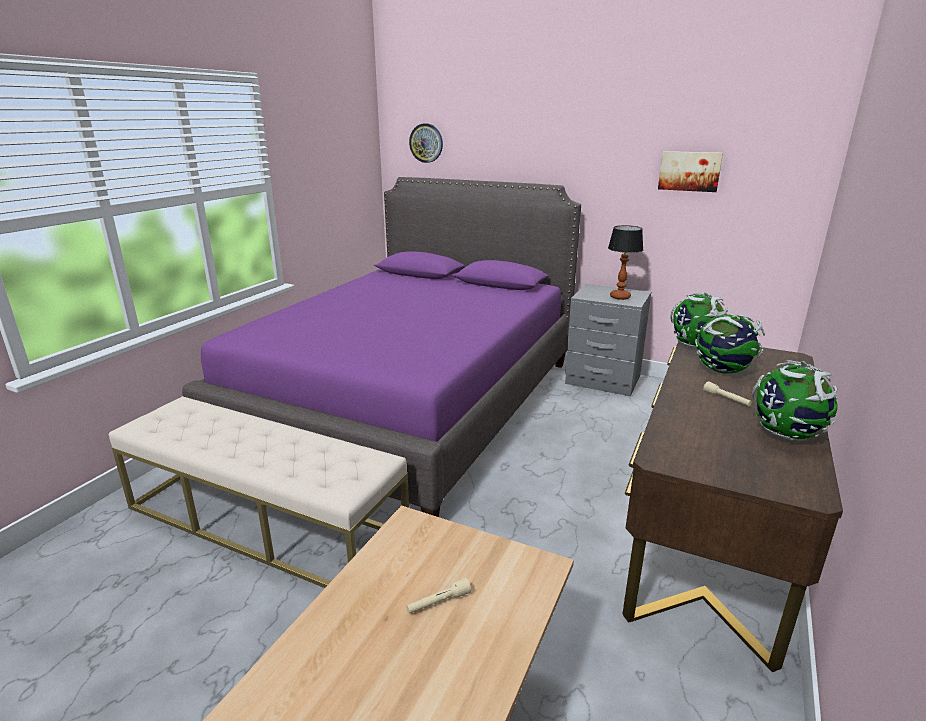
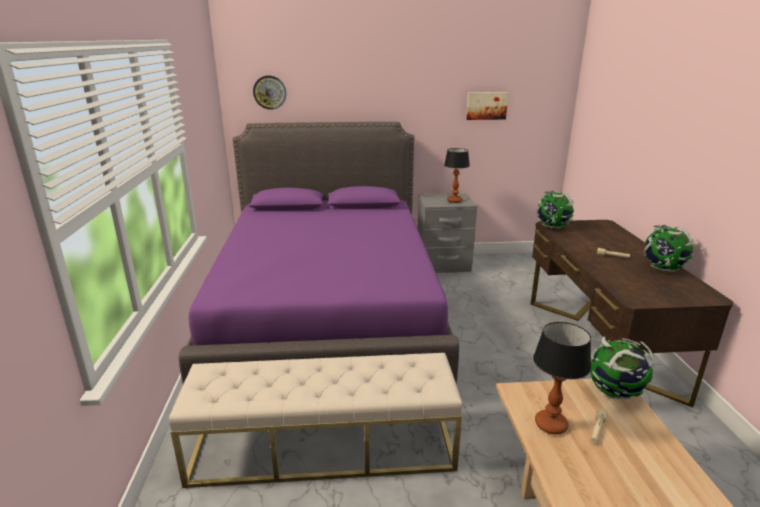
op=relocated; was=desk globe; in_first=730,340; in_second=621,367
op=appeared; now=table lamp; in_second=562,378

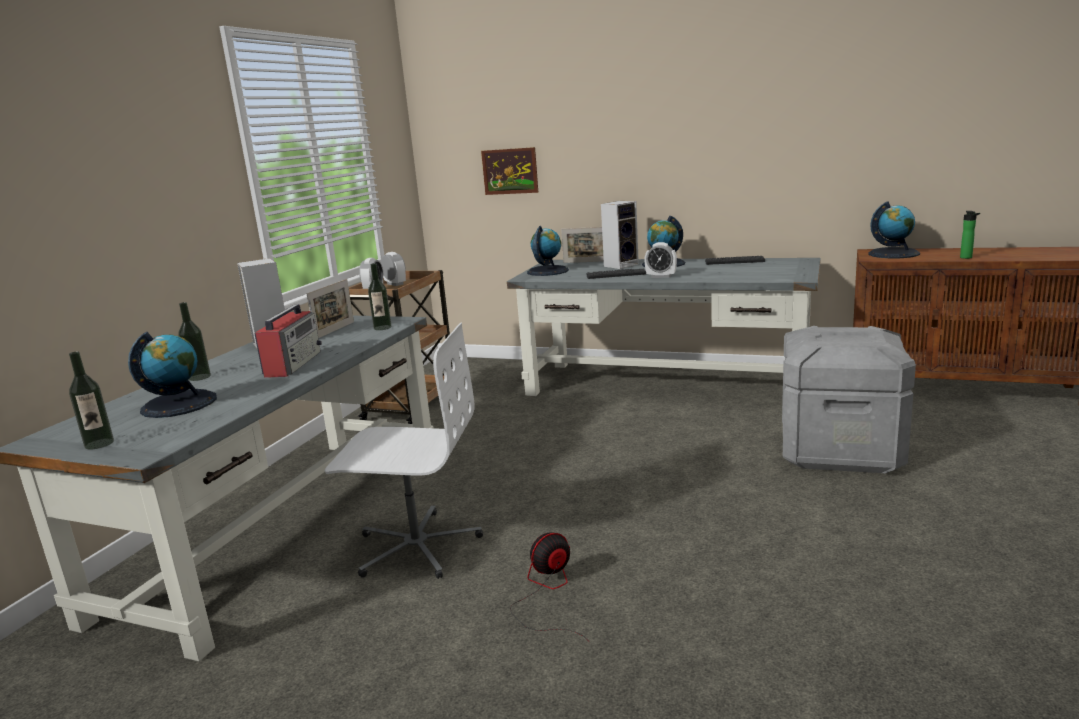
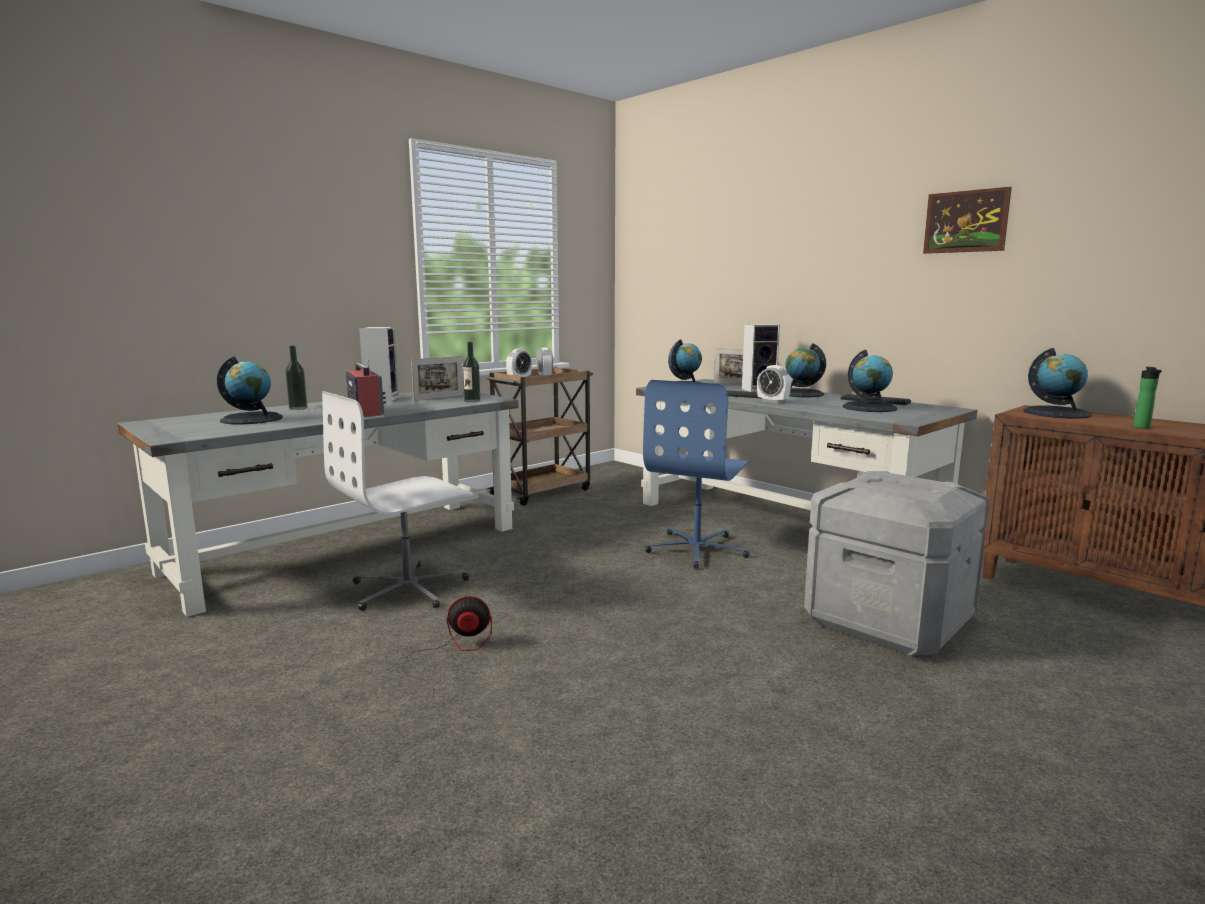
op=relocated; was=picture; in_first=509,171; in_second=967,220
op=spun; was=radio; in_first=288,339; in_second=366,388; clockwise=-60
op=spun; was=computer chair (white); in_first=403,451; in_second=398,501; clockwise=105
op=missing; was=beverage bottle; in_first=91,400
op=appeared; now=desk globe; in_second=870,381
op=appeared; now=computer chair (bluish); in_second=696,474

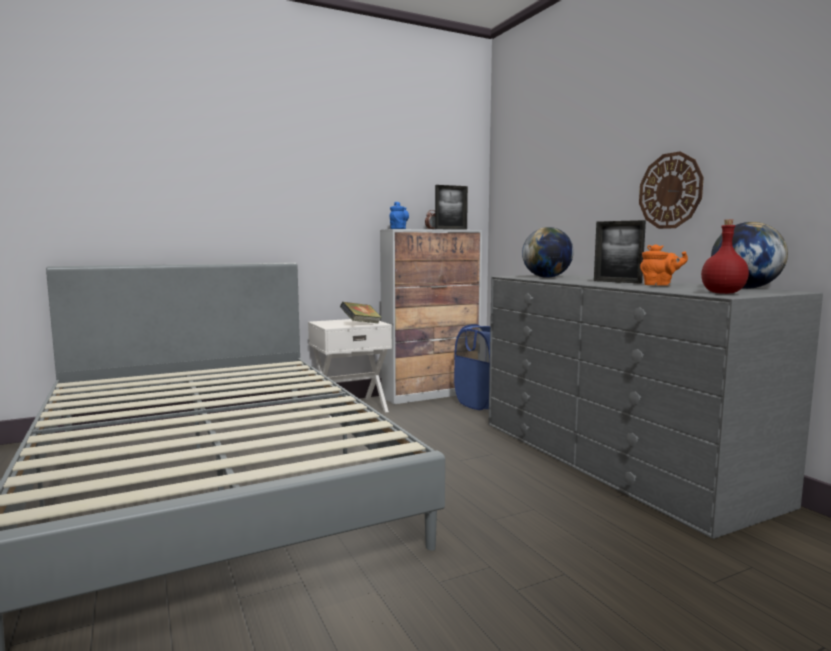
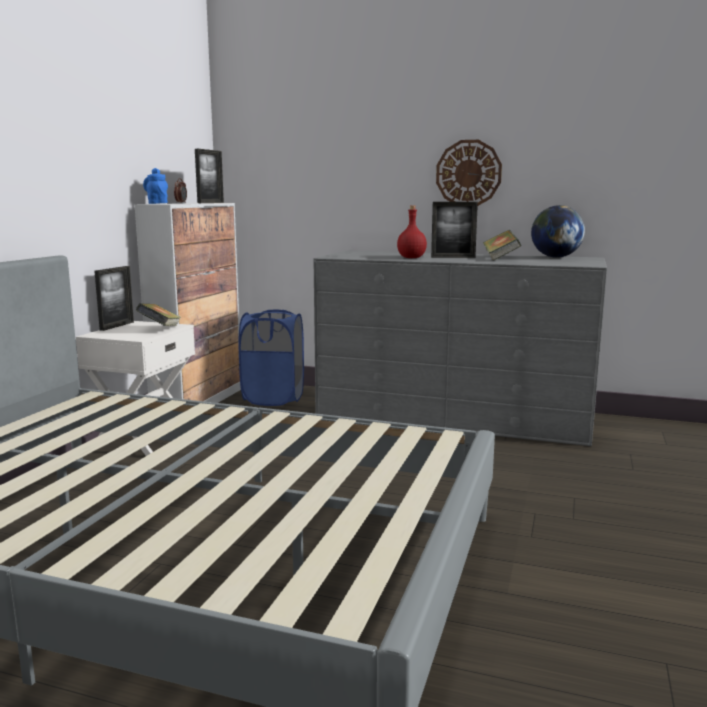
op=relocated; was=beverage bottle (red); in_first=725,256; in_second=412,231
op=missing; was=desk globe; in_first=548,252
op=exchanged; was=tea pot (orange-coloured); now=bound book; in_first=664,265; in_second=502,245
op=appeared; now=standing frame; in_second=114,298

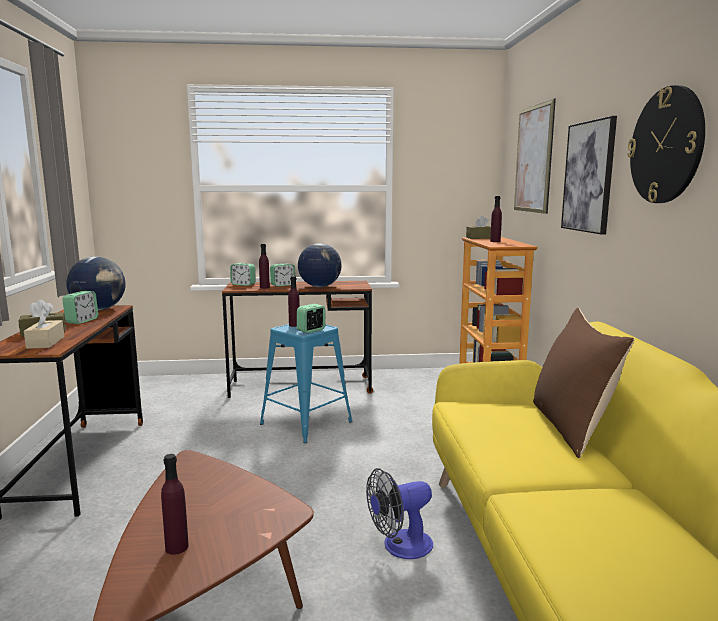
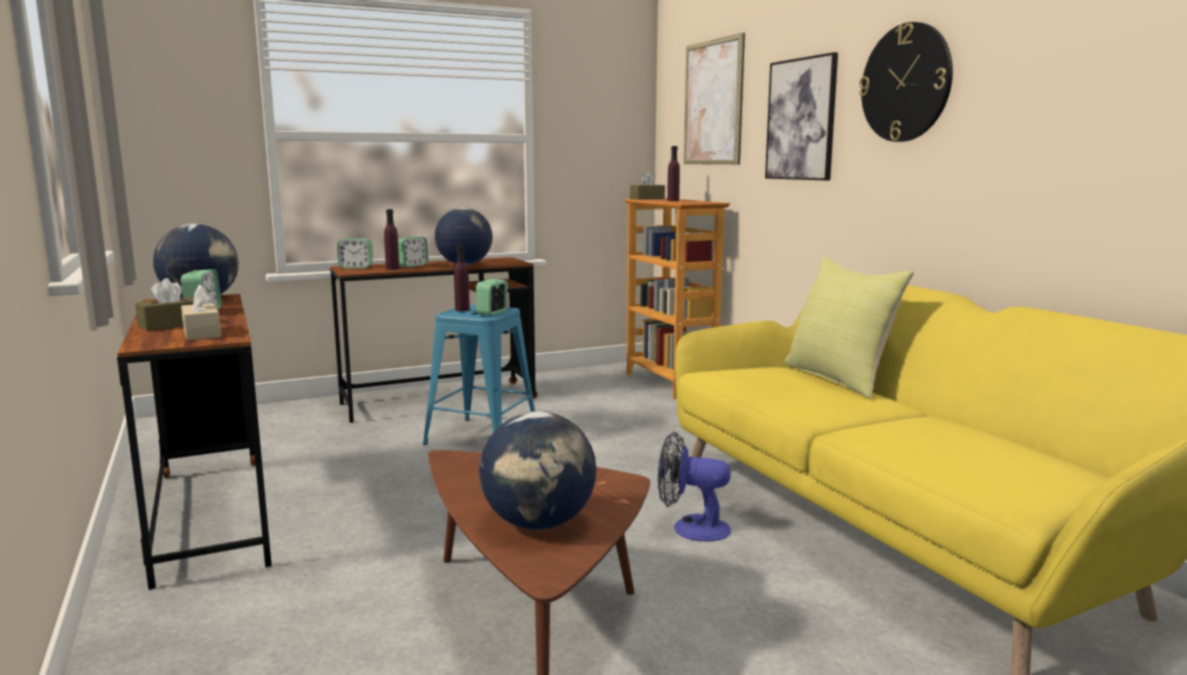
op=colour; was=cushion (brown-coloured); now=cushion (yellow-coloured); in_first=583,383; in_second=849,327
op=exchanged; was=beverage bottle (purple-coloured); now=desk globe; in_first=175,504; in_second=537,470
op=spun; was=electric fan; in_first=399,513; in_second=694,487; clockwise=60

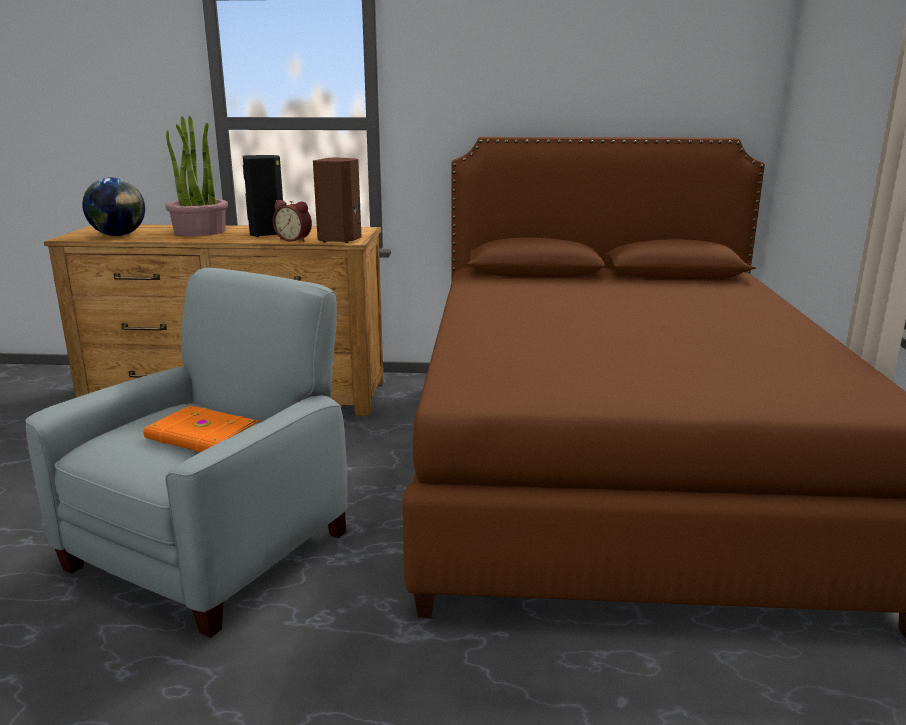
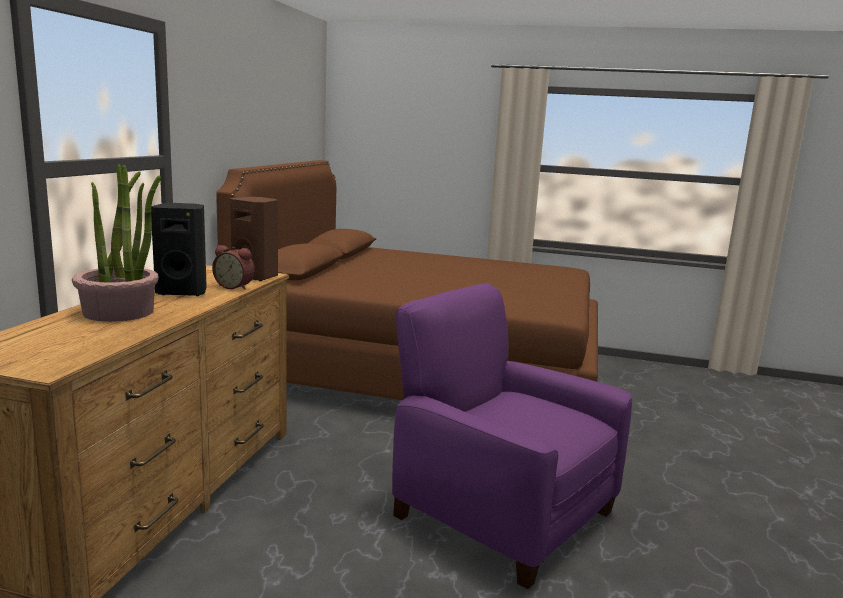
op=missing; was=desk globe; in_first=113,206
op=spun; was=bedside clock; in_first=292,221; in_second=233,267; clockwise=75
op=colour; was=lounge chair (greyish); now=lounge chair (purple-coloured); in_first=187,453; in_second=512,436
op=missing; was=bound book (orange-coloured); in_first=200,429

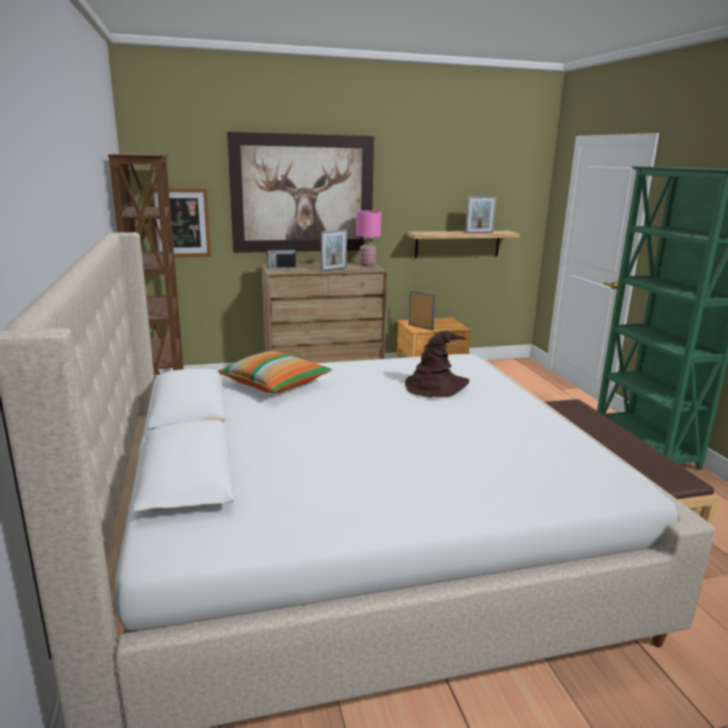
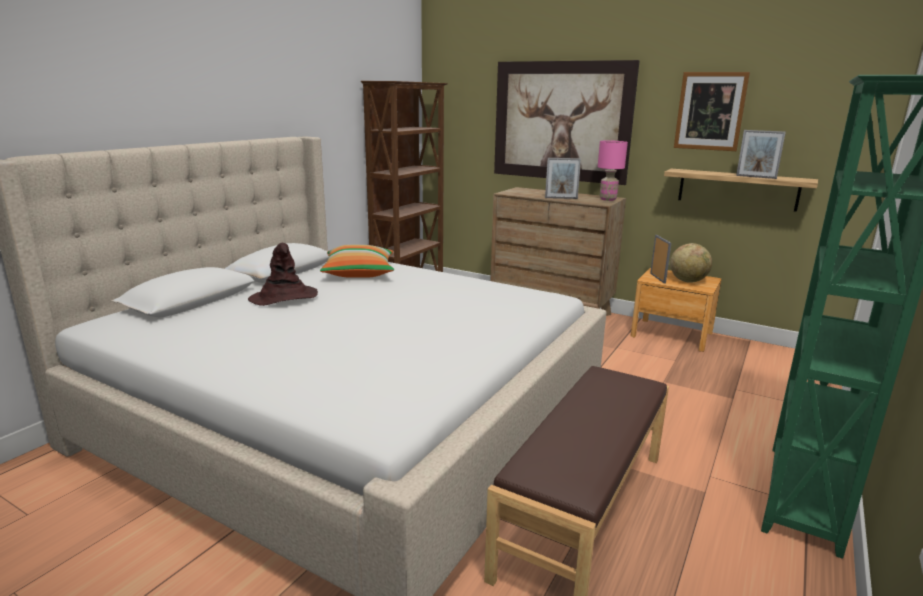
op=relocated; was=picture; in_first=180,222; in_second=712,111
op=missing; was=radio; in_first=281,256
op=relocated; was=hat (brown-coloured); in_first=437,364; in_second=283,274
op=appeared; now=desk globe; in_second=691,263

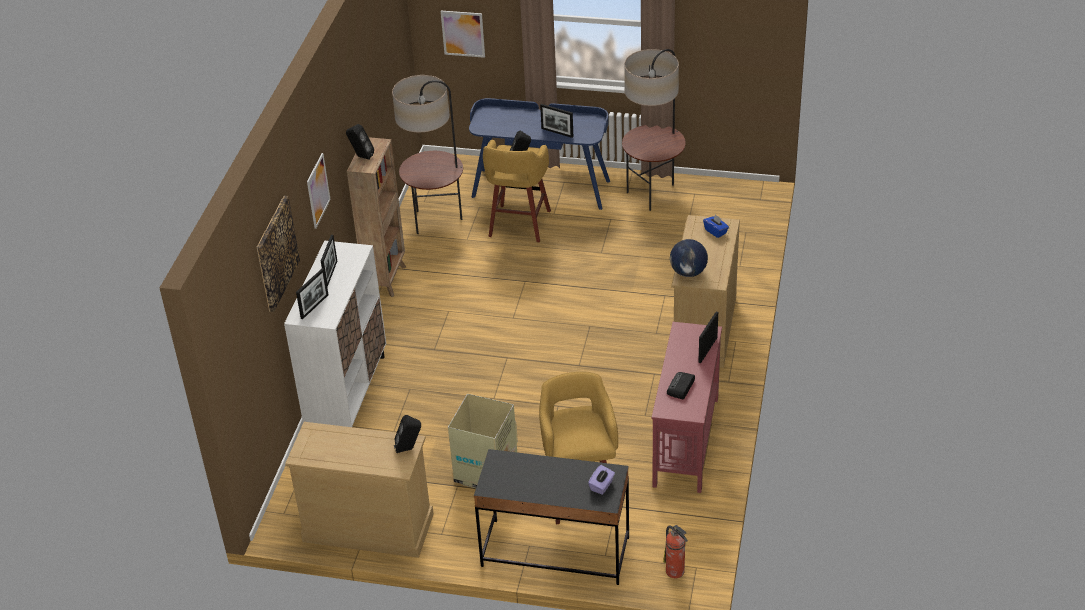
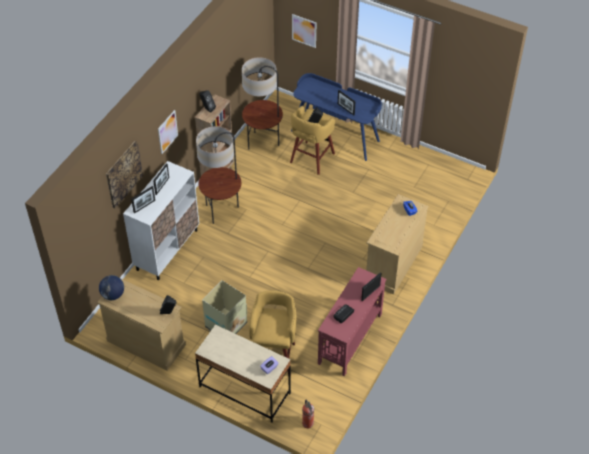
op=relocated; was=standing lamp; in_first=654,130; in_second=218,175
op=relocated; was=desk globe; in_first=689,258; in_second=111,287
op=colour; was=desk (black); now=desk (sand-coloured); in_first=551,517; in_second=243,373

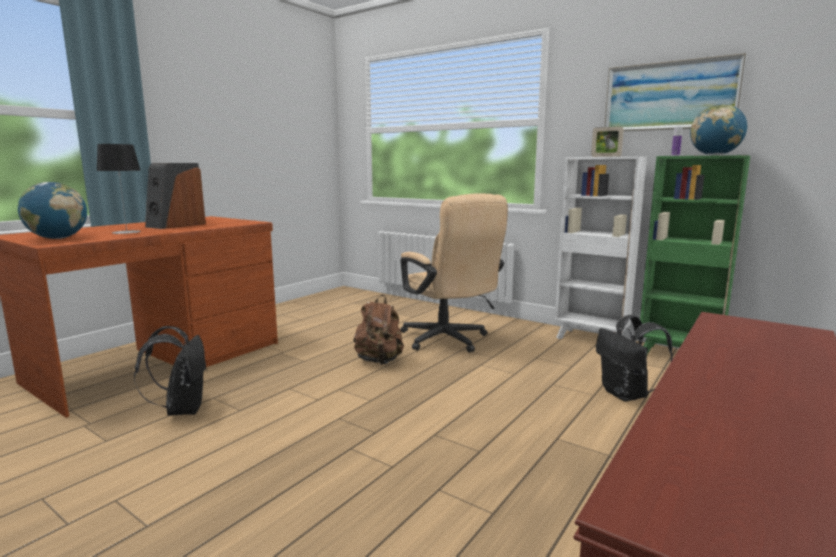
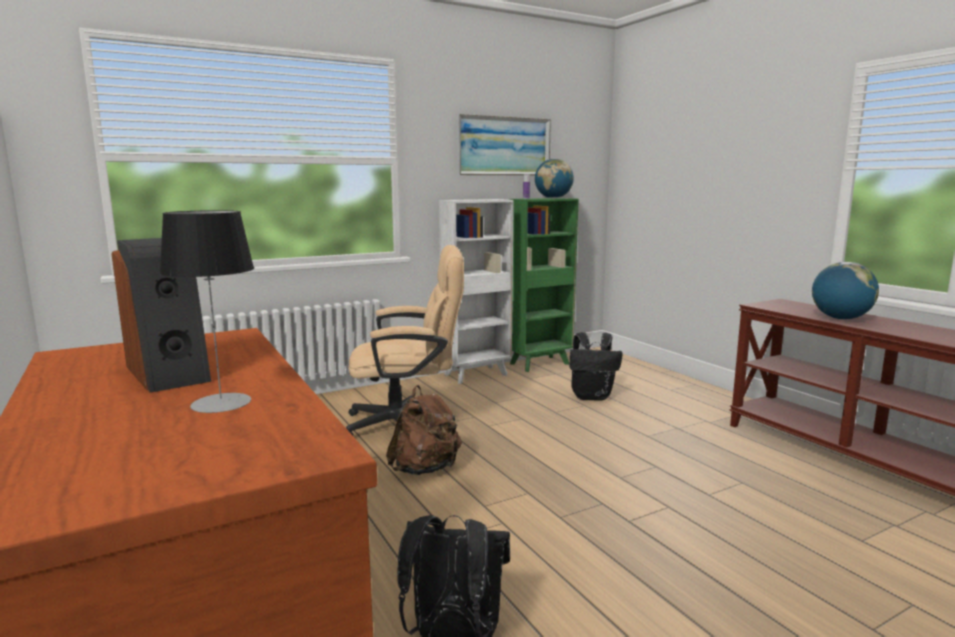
op=missing; was=standing frame; in_first=607,142
op=relocated; was=desk globe; in_first=52,210; in_second=845,290

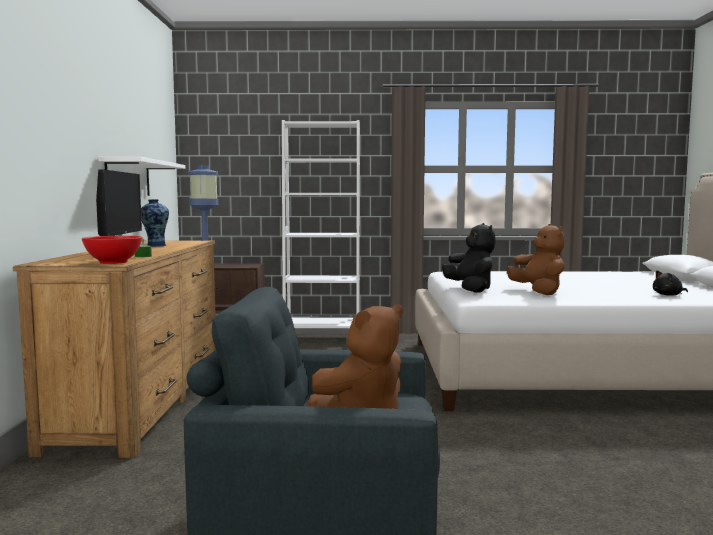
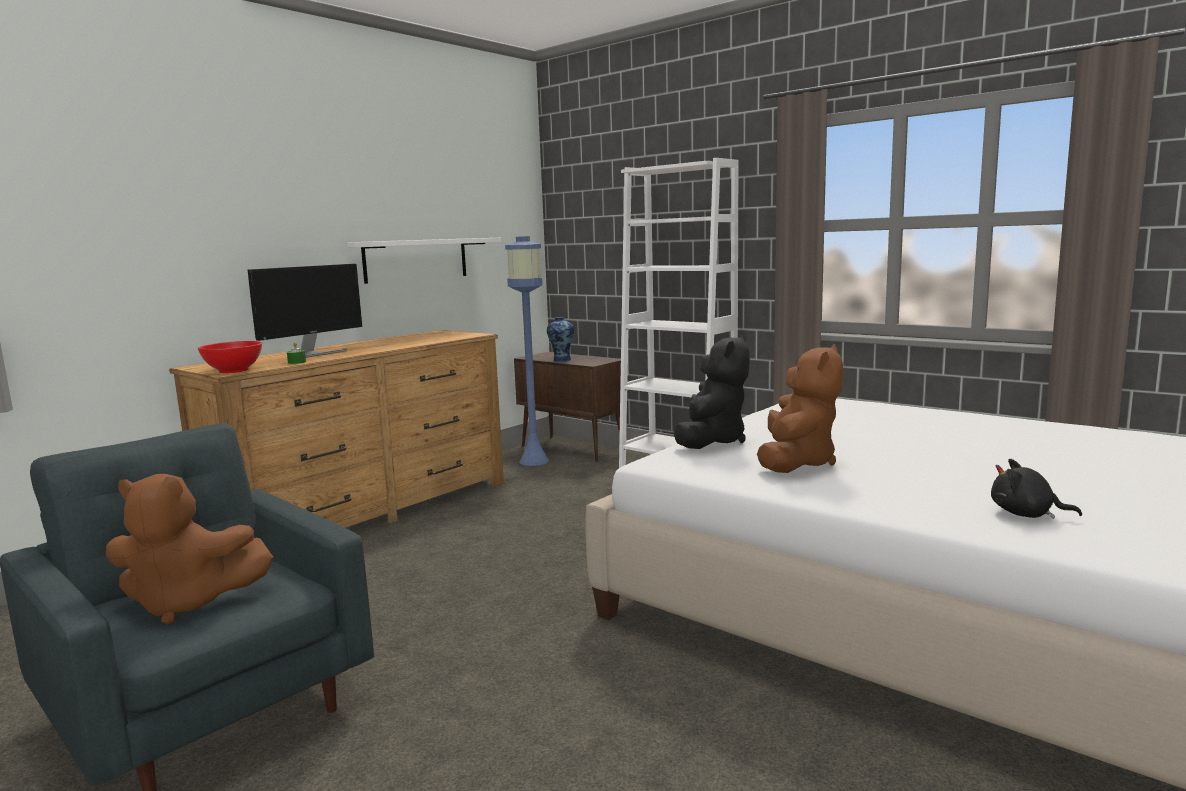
op=relocated; was=flower vase; in_first=155,223; in_second=560,339

